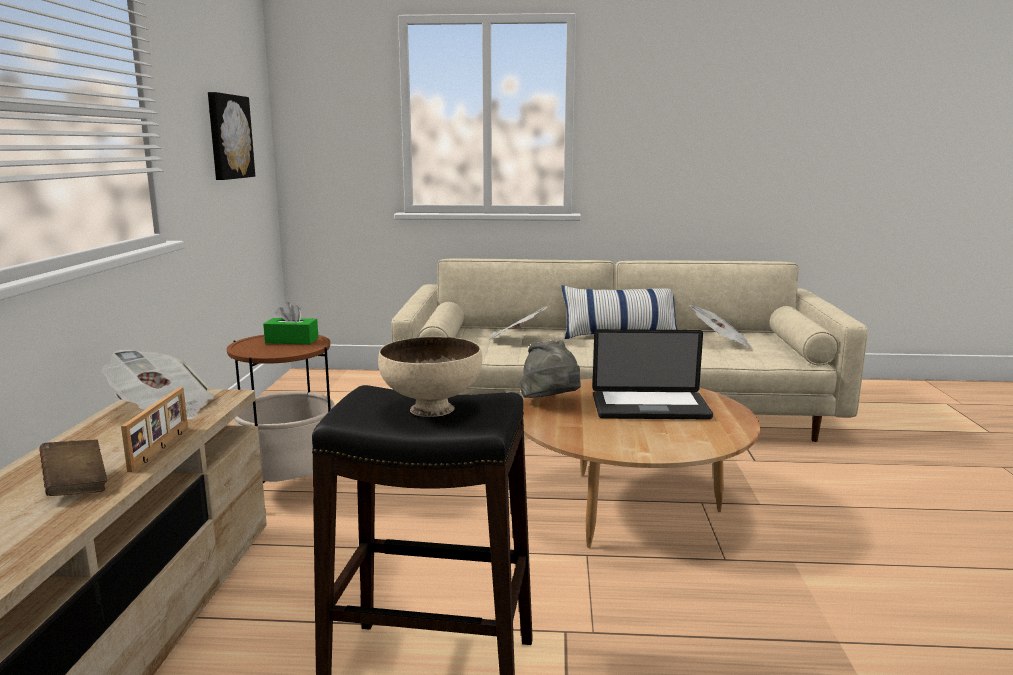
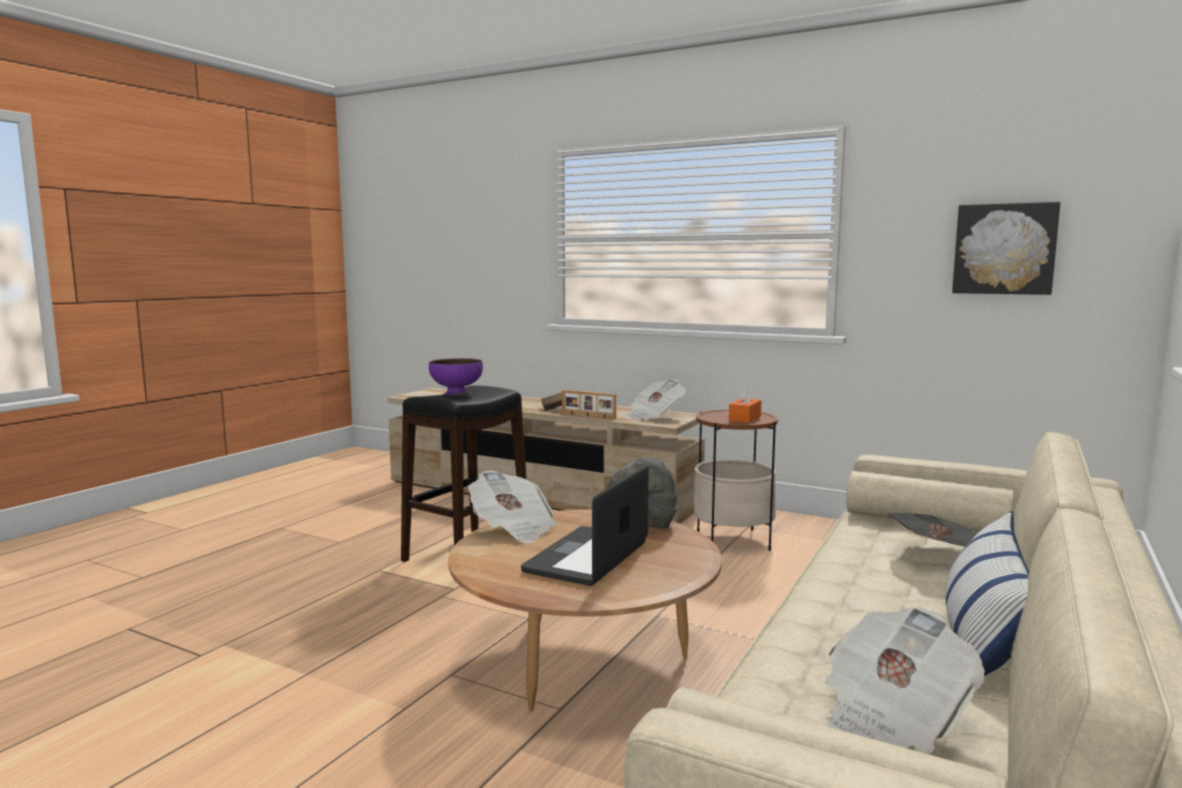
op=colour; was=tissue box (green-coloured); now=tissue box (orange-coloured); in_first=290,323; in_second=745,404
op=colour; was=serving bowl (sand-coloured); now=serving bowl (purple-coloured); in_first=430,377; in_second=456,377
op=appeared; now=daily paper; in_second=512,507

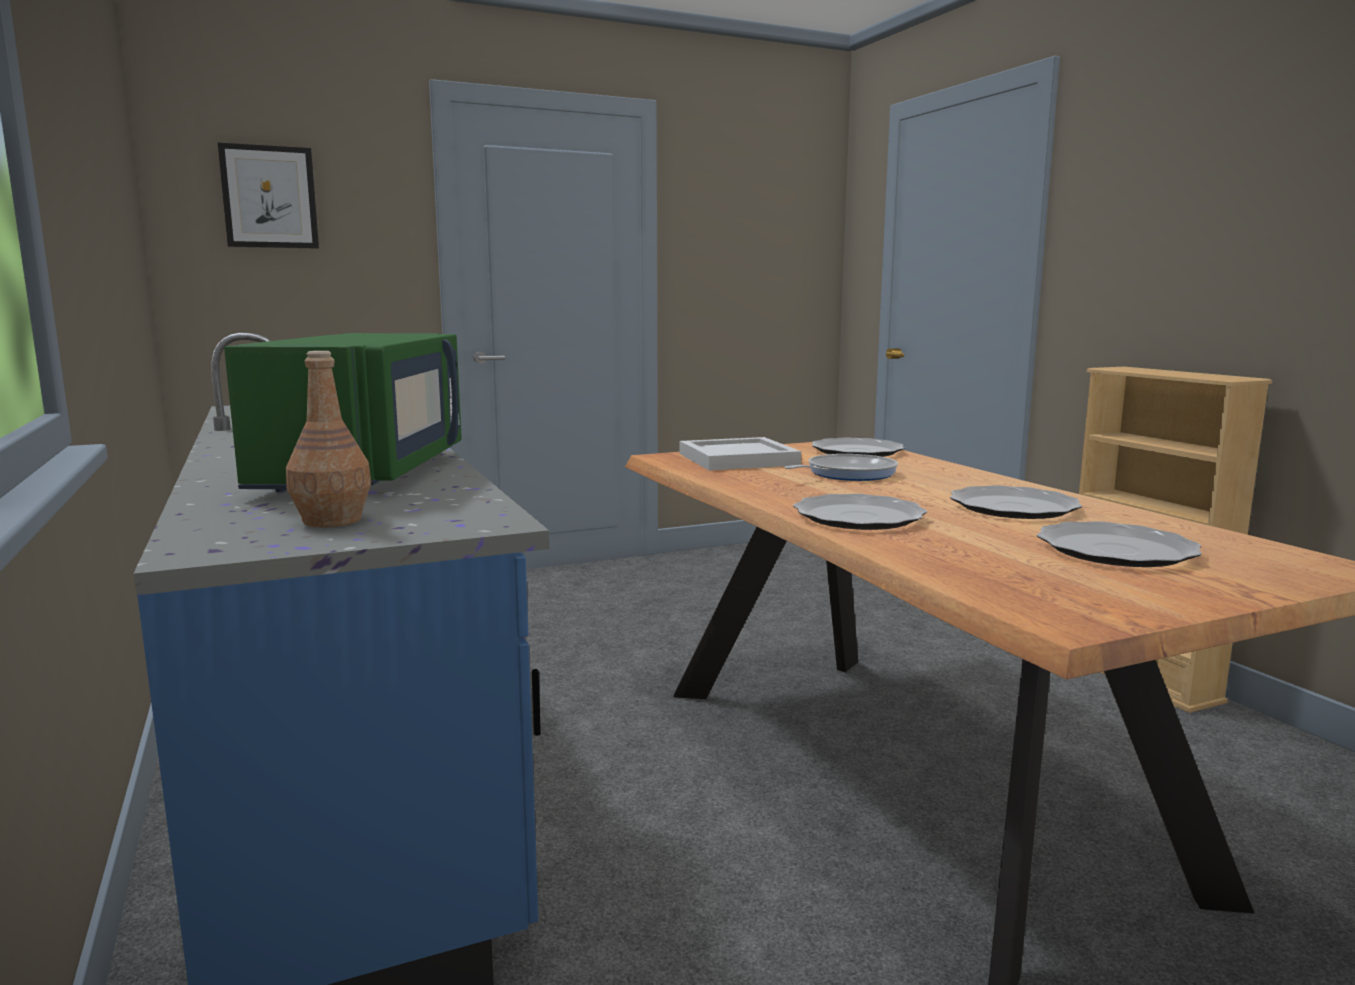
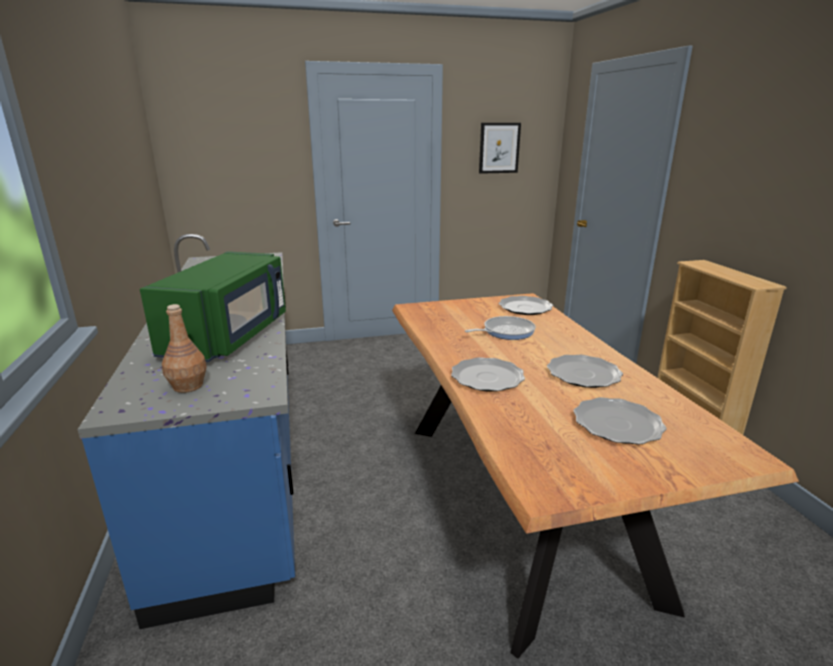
op=relocated; was=picture; in_first=268,196; in_second=500,148
op=missing; was=serving tray (white); in_first=740,453

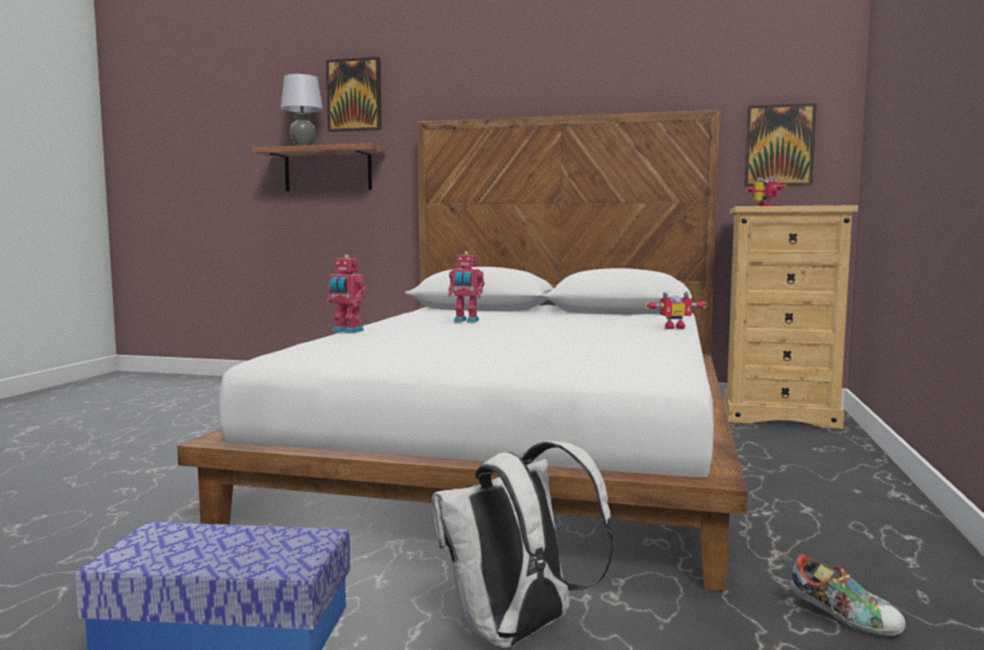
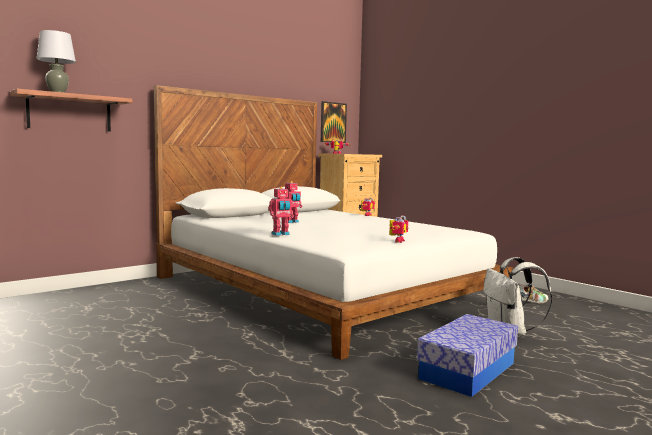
op=missing; was=picture; in_first=354,94
op=appeared; now=model robot; in_second=398,229

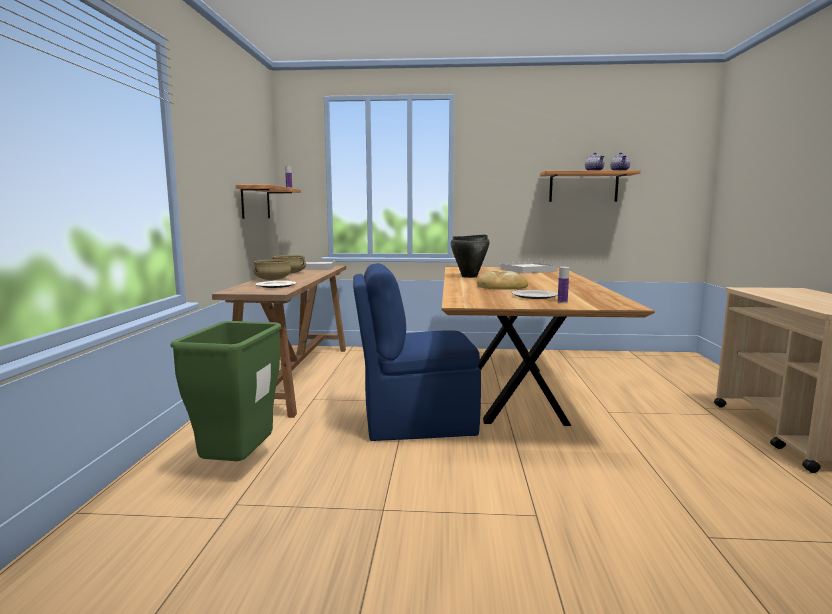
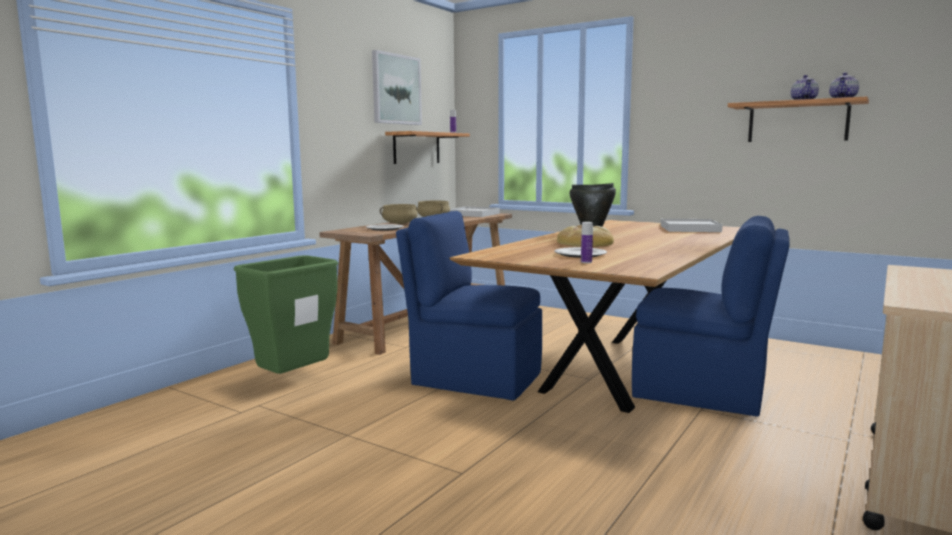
op=appeared; now=picture; in_second=397,87
op=appeared; now=plain chair (bluish); in_second=711,316

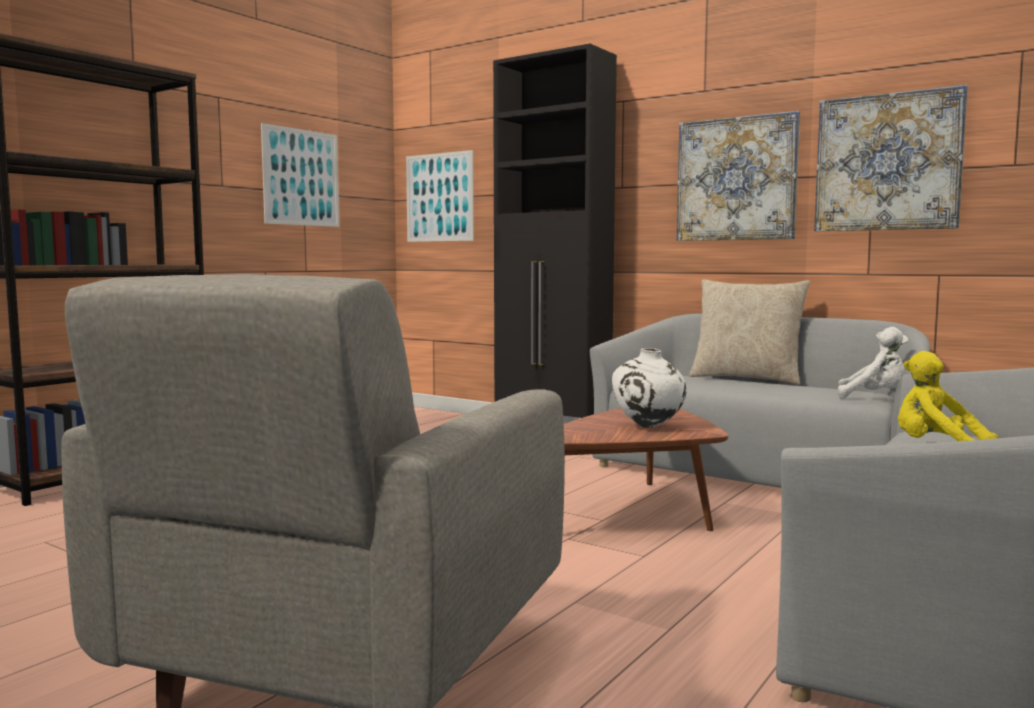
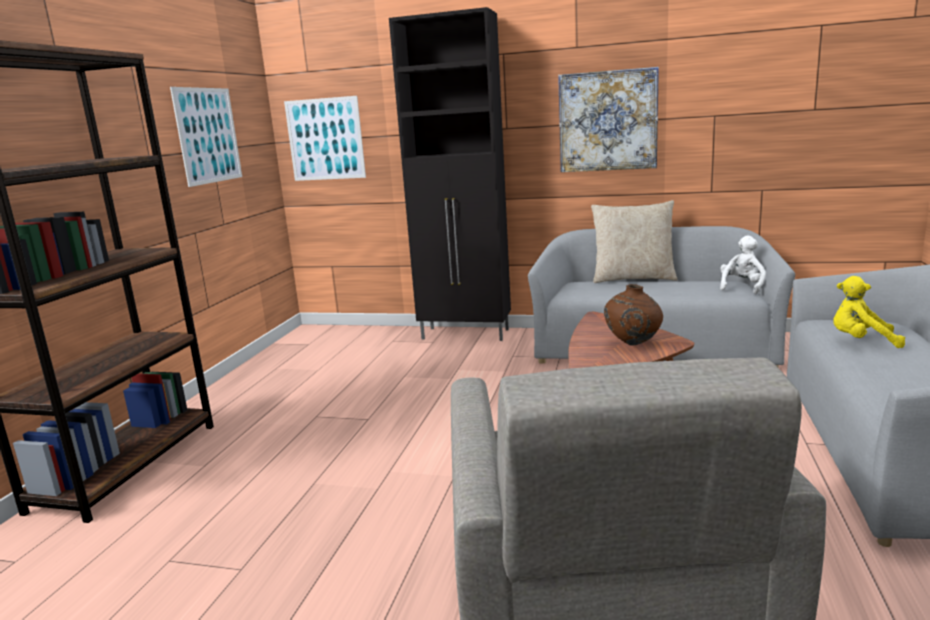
op=missing; was=picture; in_first=891,158
op=spun; was=plush toy (white); in_first=873,363; in_second=743,264; clockwise=-60
op=colour; was=flower vase (white); now=flower vase (brown-coloured); in_first=649,388; in_second=633,314

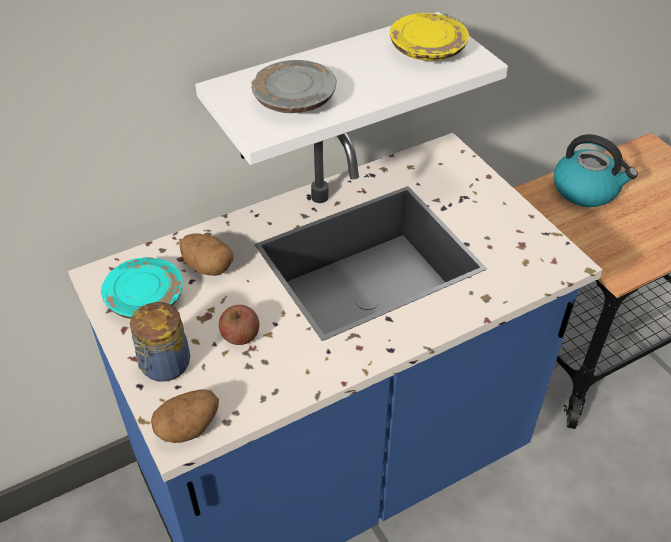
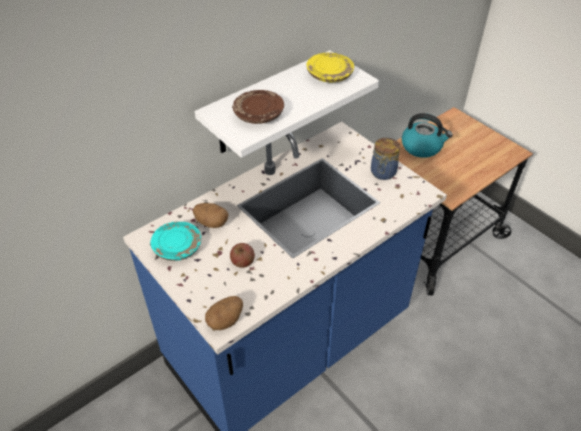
op=colour; was=plate (greyish); now=plate (brown-coloured); in_first=294,86; in_second=258,107
op=relocated; was=preserve jar; in_first=160,342; in_second=385,159

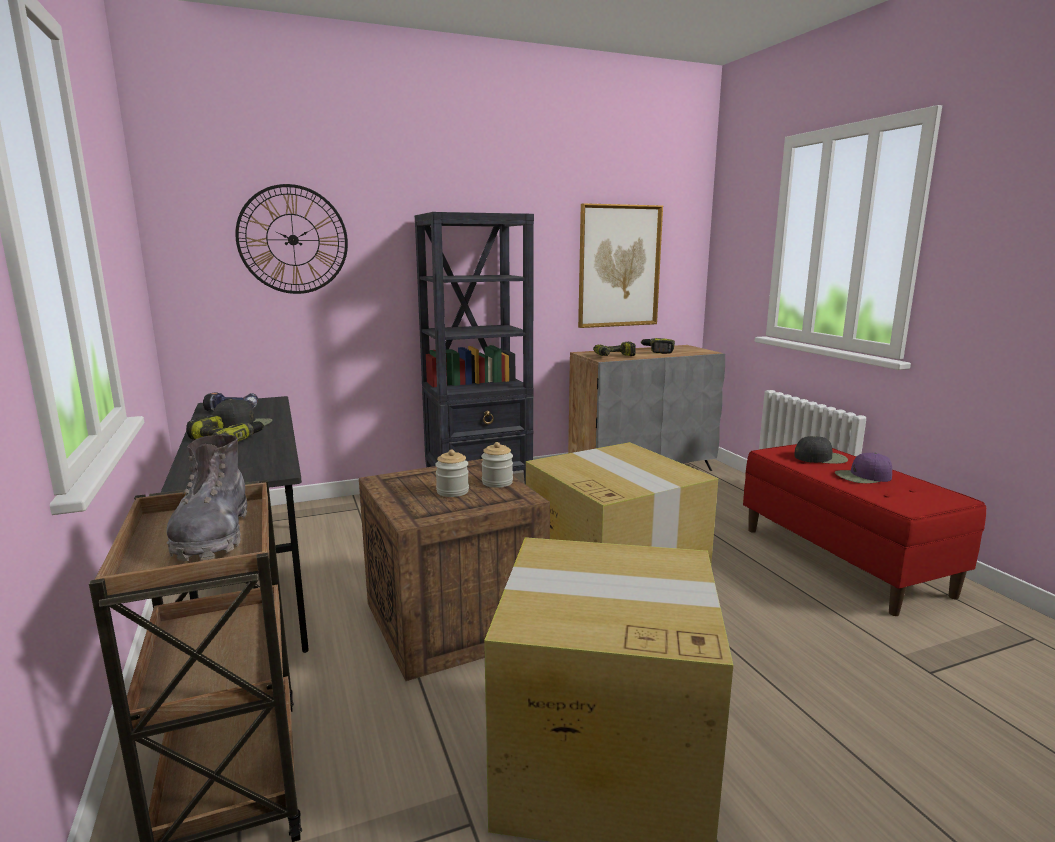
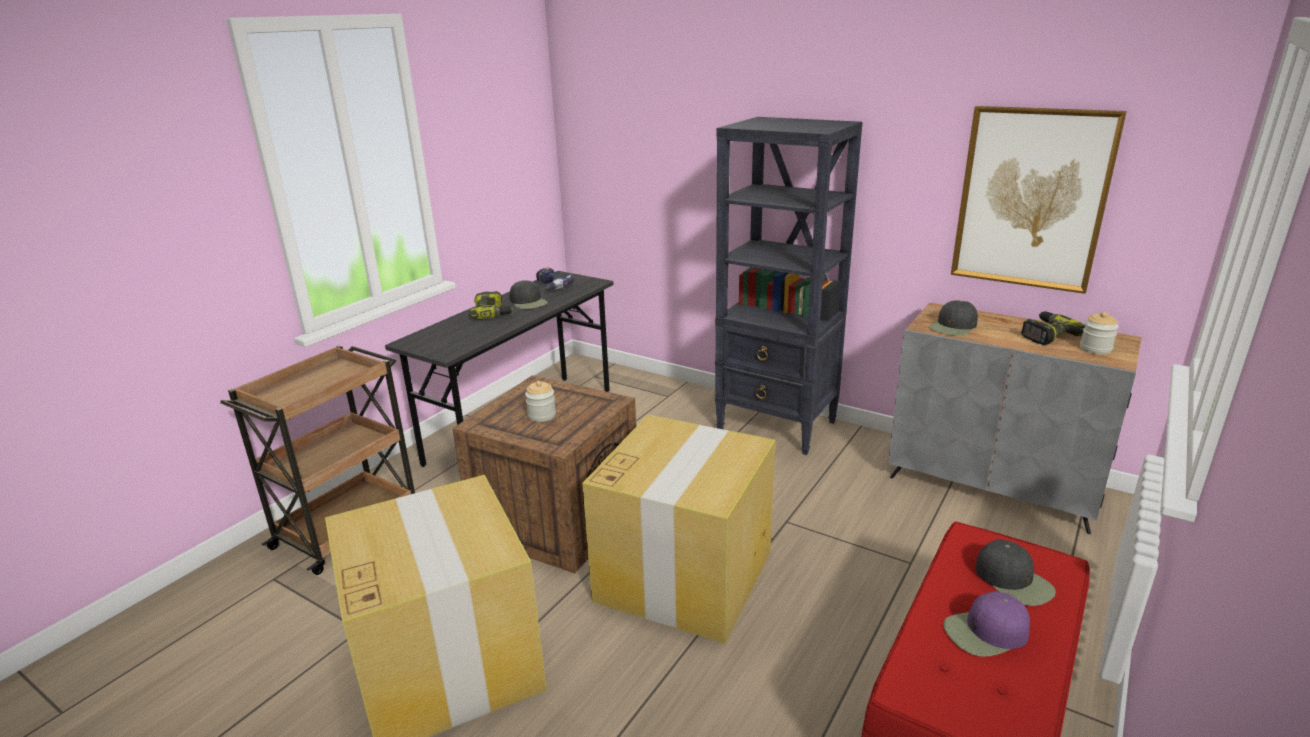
op=missing; was=wall clock; in_first=291,239
op=exchanged; was=drill; now=baseball cap (black); in_first=614,349; in_second=953,318
op=missing; was=boot (greyish); in_first=207,498
op=relocated; was=preserve jar; in_first=497,465; in_second=1099,333
op=spun; was=baseball cap (purple-coloured); in_first=863,468; in_second=986,624; clockwise=-60

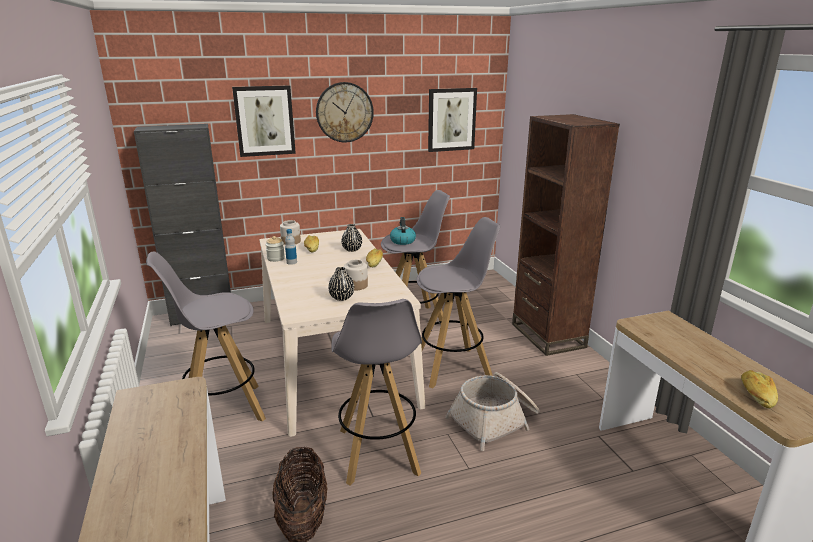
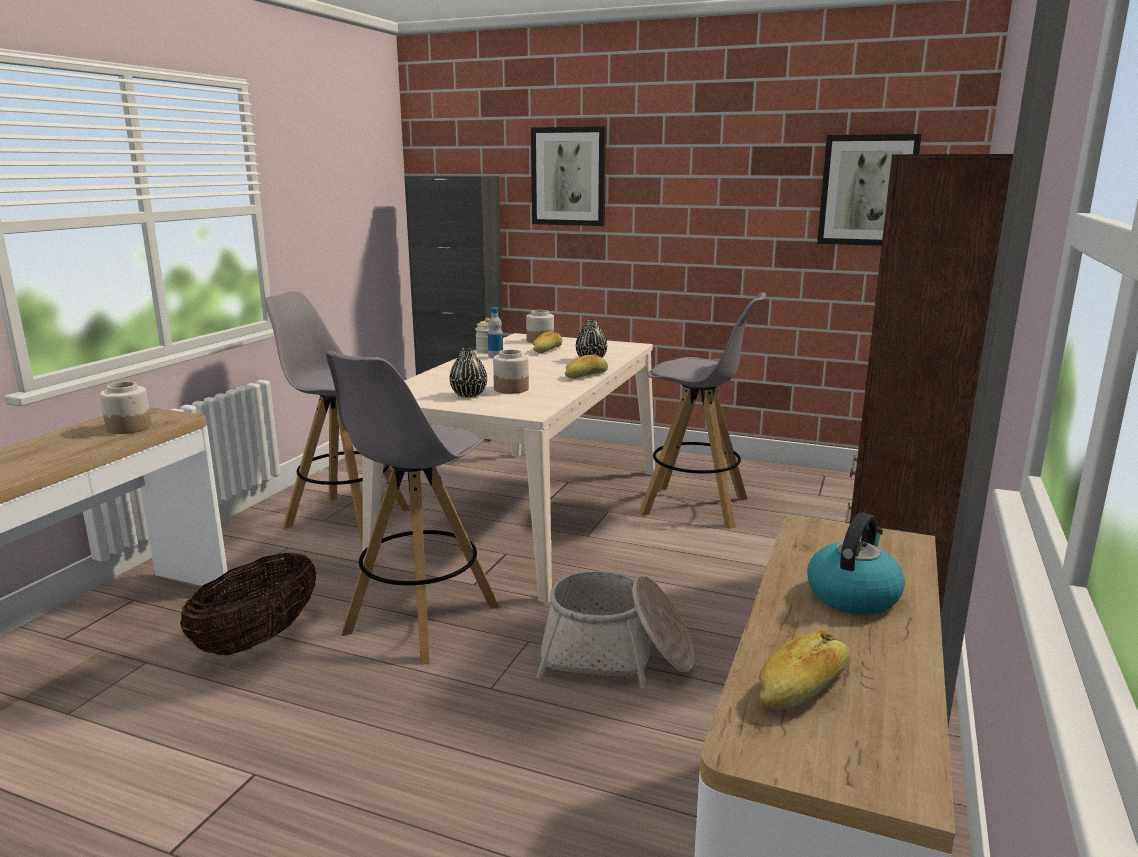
op=missing; was=wall clock; in_first=345,112
op=relocated; was=kettle; in_first=403,231; in_second=856,563
op=missing; was=stool (greyish); in_first=459,302
op=appeared; now=preserve jar; in_second=126,408

